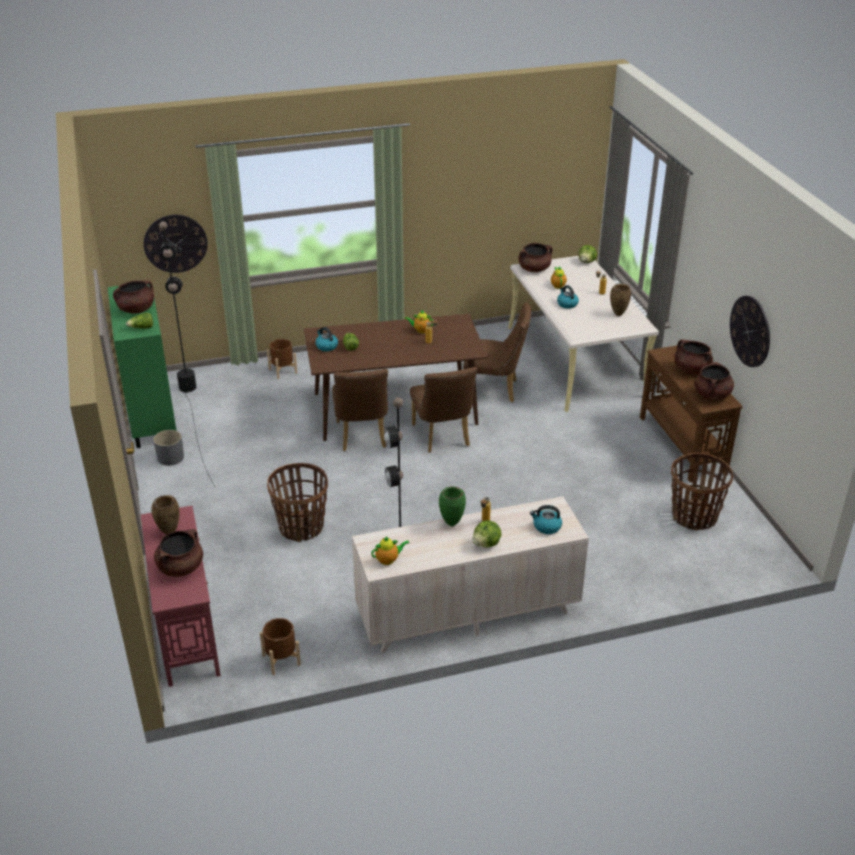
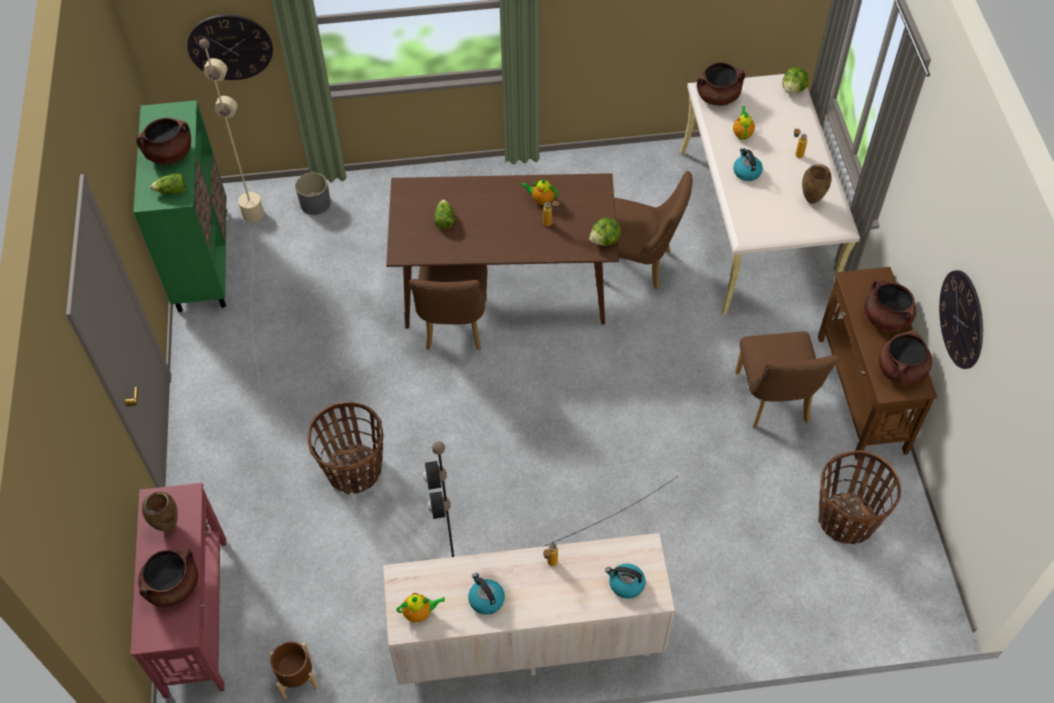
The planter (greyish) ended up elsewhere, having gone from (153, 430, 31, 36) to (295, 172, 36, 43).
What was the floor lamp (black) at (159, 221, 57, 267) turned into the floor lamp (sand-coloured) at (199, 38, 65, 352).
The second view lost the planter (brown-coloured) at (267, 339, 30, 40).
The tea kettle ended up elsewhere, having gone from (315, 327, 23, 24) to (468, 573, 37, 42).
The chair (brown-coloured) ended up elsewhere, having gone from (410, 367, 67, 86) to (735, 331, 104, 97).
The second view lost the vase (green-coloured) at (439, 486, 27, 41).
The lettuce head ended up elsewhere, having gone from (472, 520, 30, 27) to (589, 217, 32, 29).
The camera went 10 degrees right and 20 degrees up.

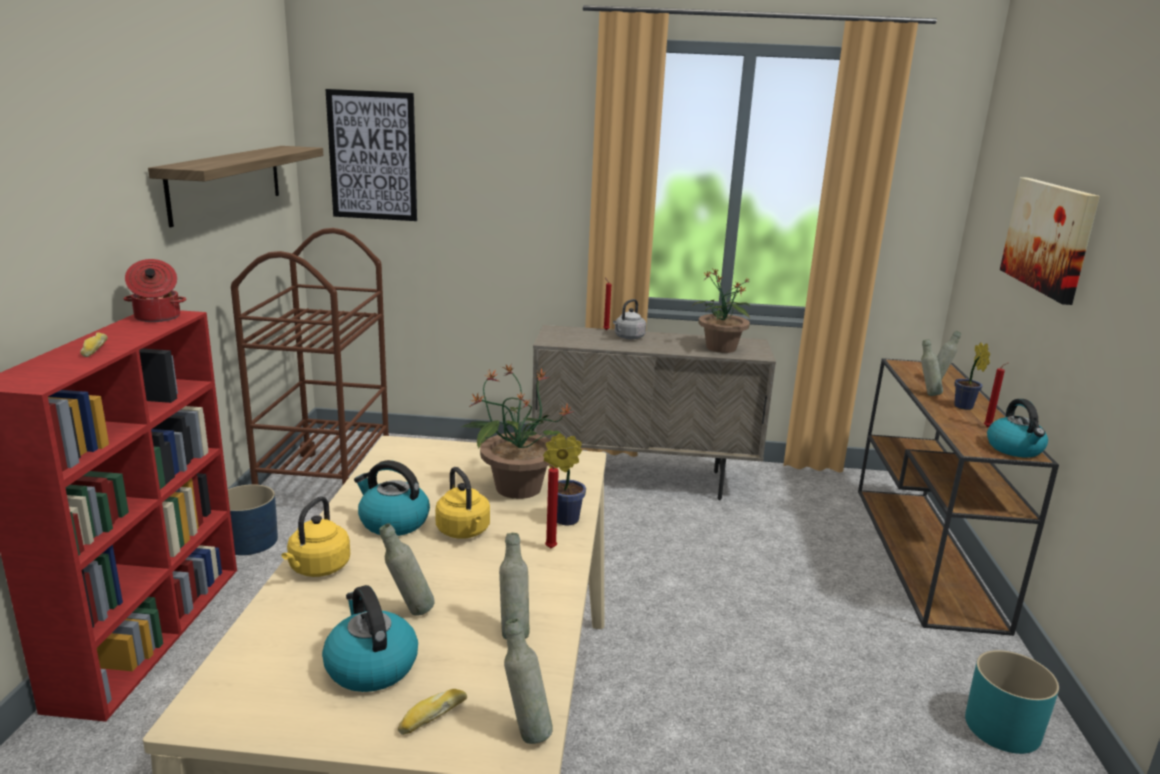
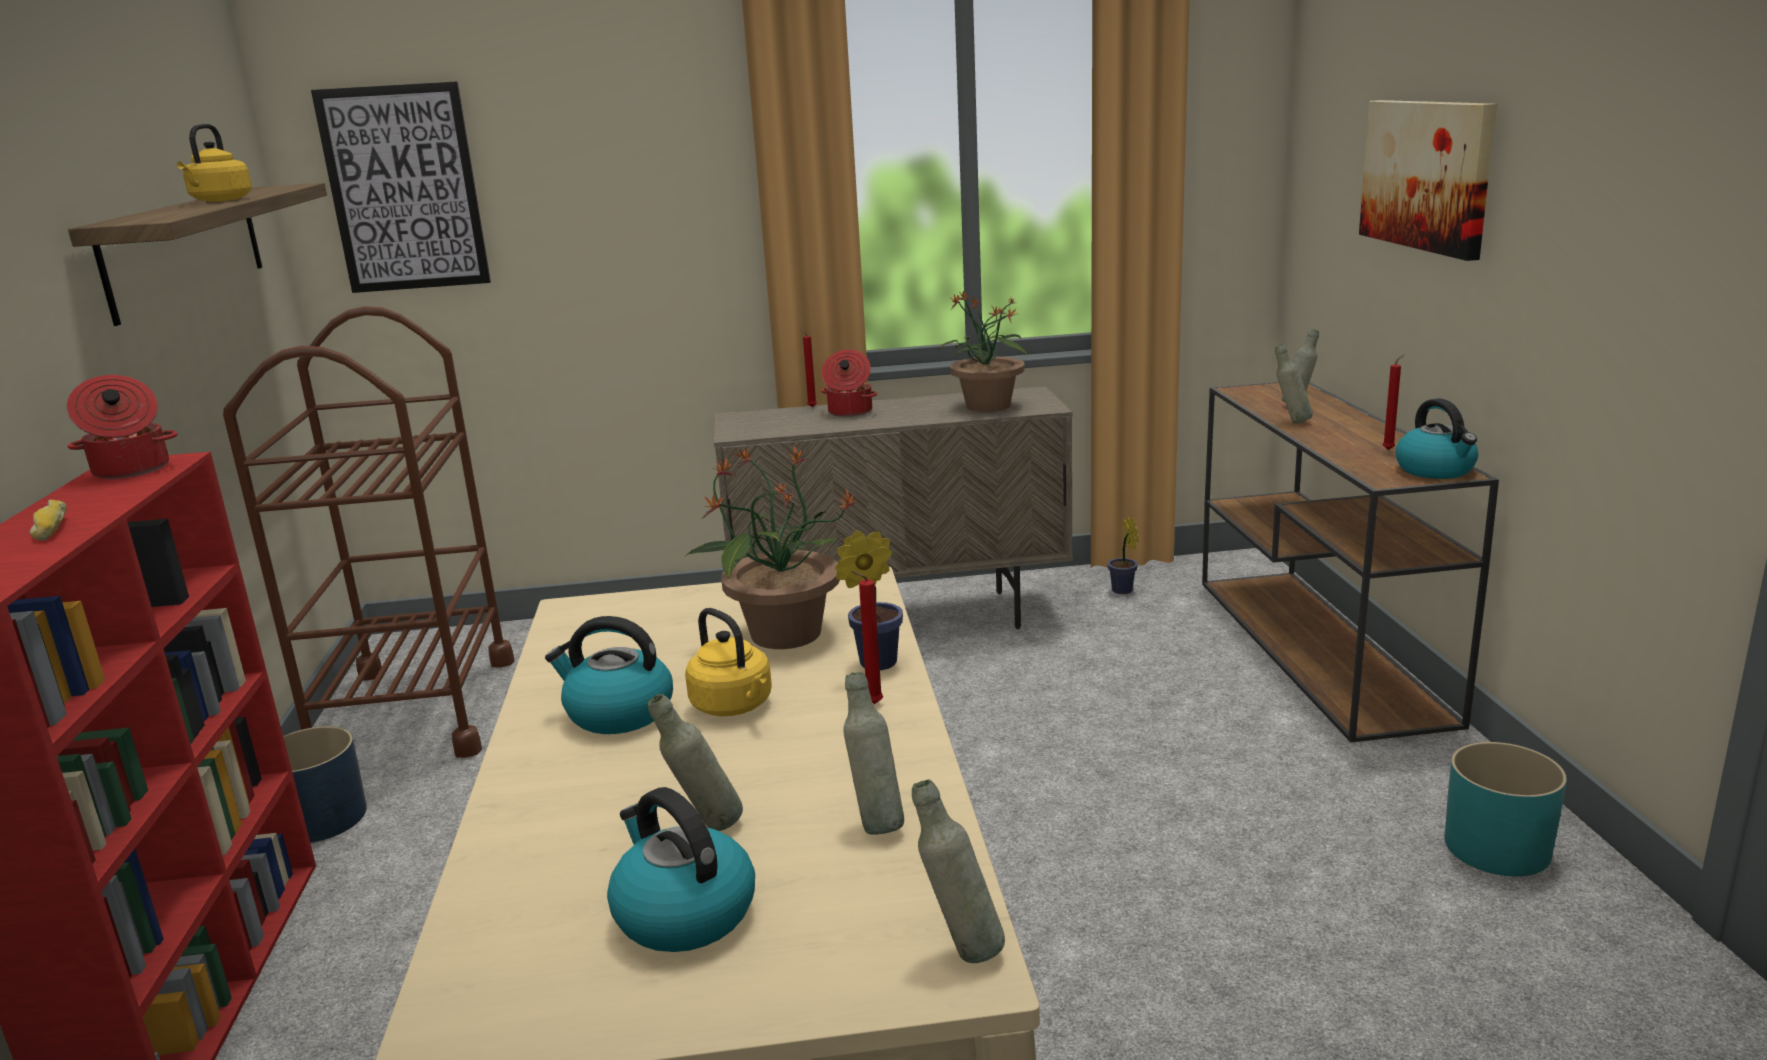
The tea kettle (yellowish) ended up elsewhere, having gone from (282, 496, 68, 81) to (177, 124, 75, 78).
The second view lost the bakery bread at (398, 689, 69, 46).
Where the tea kettle (greyish) stood at (613, 299, 33, 40), the saucepot came to stand at (821, 350, 56, 67).
The houseplant ended up elsewhere, having gone from (954, 342, 36, 68) to (1108, 517, 31, 77).
The camera went 10 degrees left and 0 degrees up.

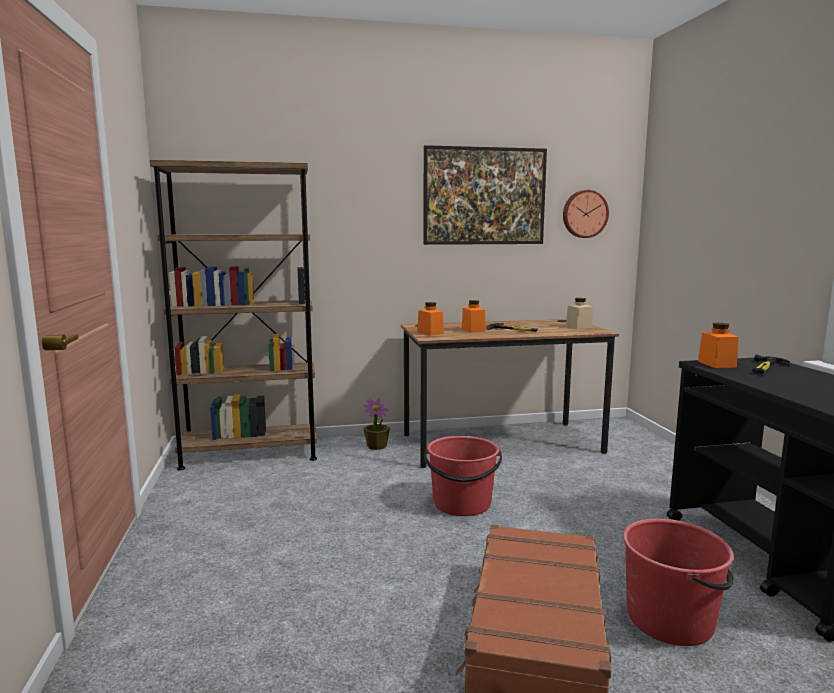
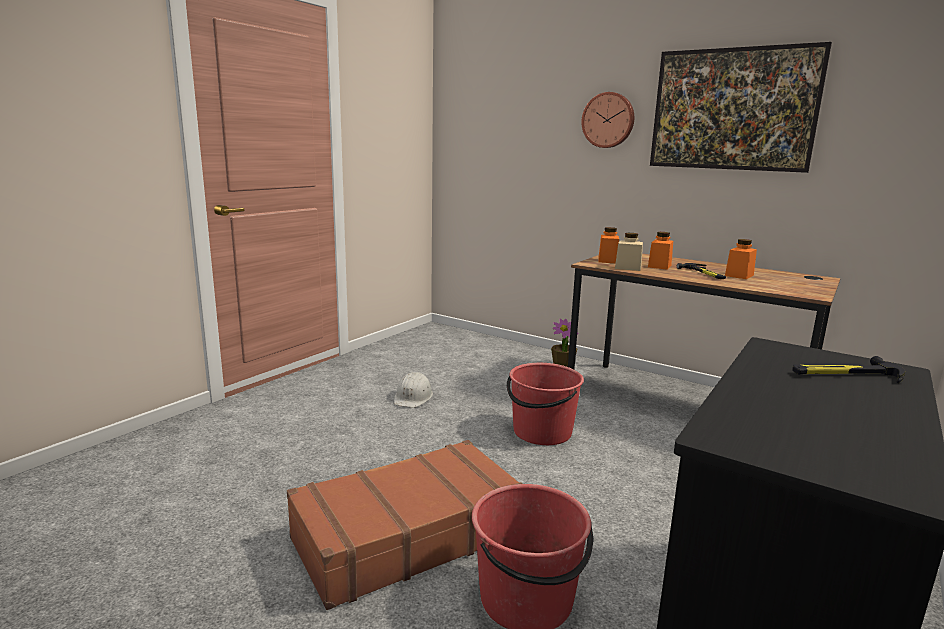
The second view lost the bookshelf (brown-coloured) at (150, 160, 167, 310).
The hanging clock ended up elsewhere, having gone from (563, 190, 46, 48) to (581, 92, 53, 56).
The storage jar (sand-coloured) ended up elsewhere, having gone from (566, 298, 27, 31) to (615, 233, 28, 38).
The storage jar (orange) ended up elsewhere, having gone from (698, 323, 40, 45) to (725, 239, 32, 40).
The second view gained the work helmet (white-coloured) at (394, 372, 39, 36).
The camera went 45 degrees right and 5 degrees up.

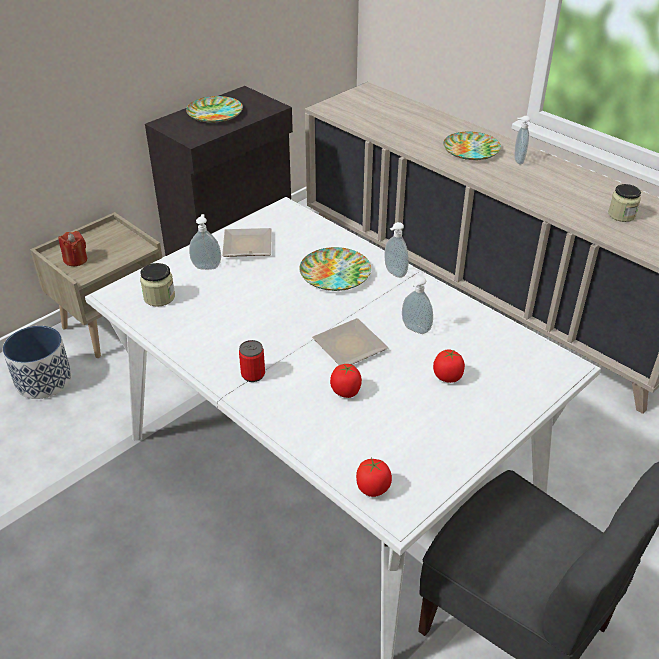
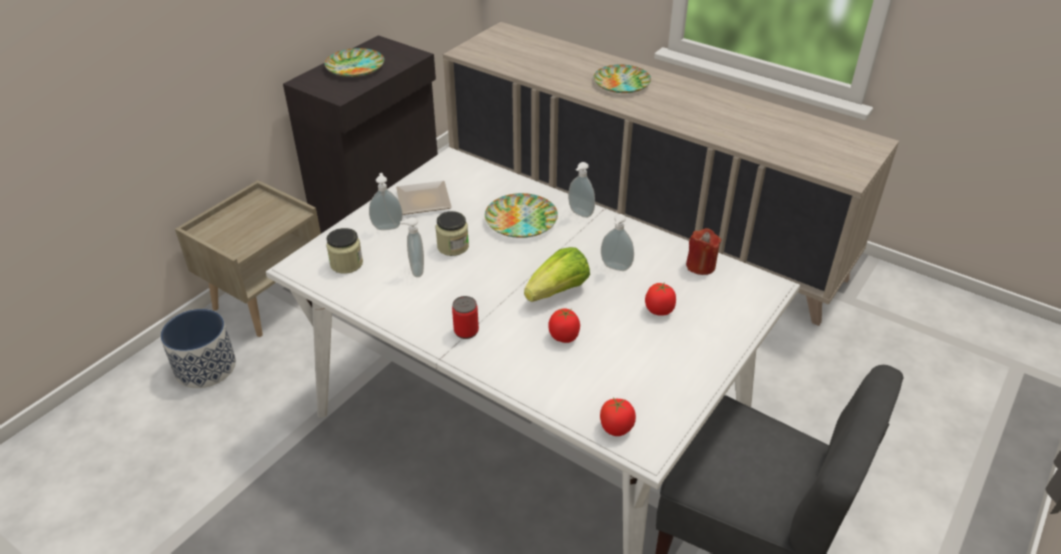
The wax light (red-coloured) ended up elsewhere, having gone from (59, 231, 28, 35) to (686, 228, 35, 47).
Where the dinner plate stood at (312, 318, 77, 47), the lettuce head came to stand at (524, 247, 66, 55).
The soap dispenser ended up elsewhere, having gone from (514, 116, 16, 48) to (400, 217, 24, 60).
The storage jar ended up elsewhere, having gone from (608, 184, 33, 38) to (436, 211, 33, 45).
The camera went 10 degrees left and 0 degrees up.

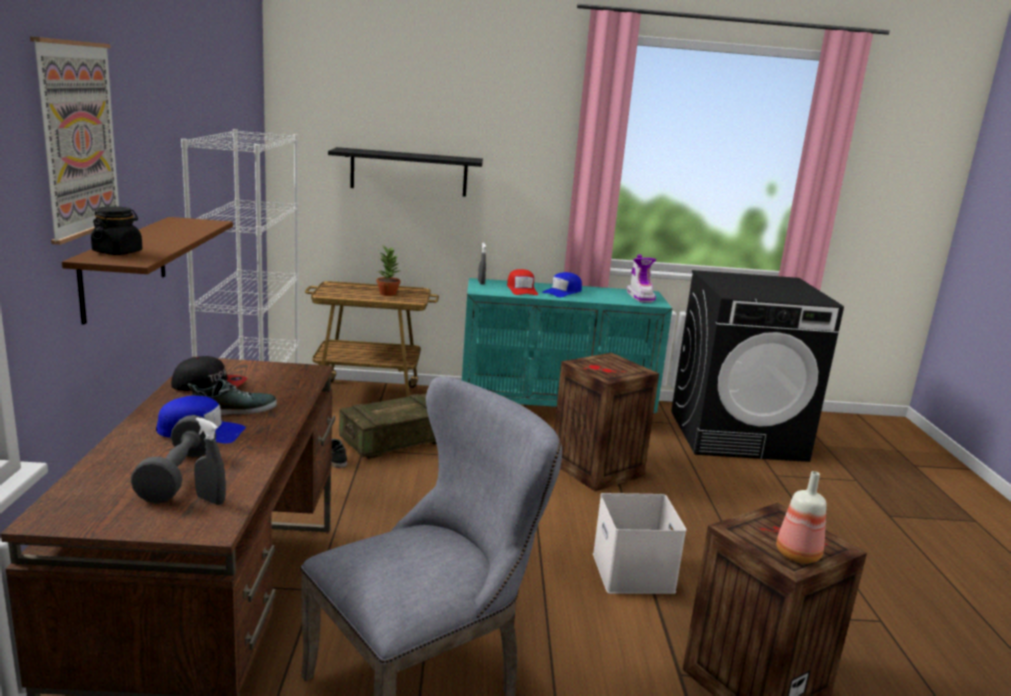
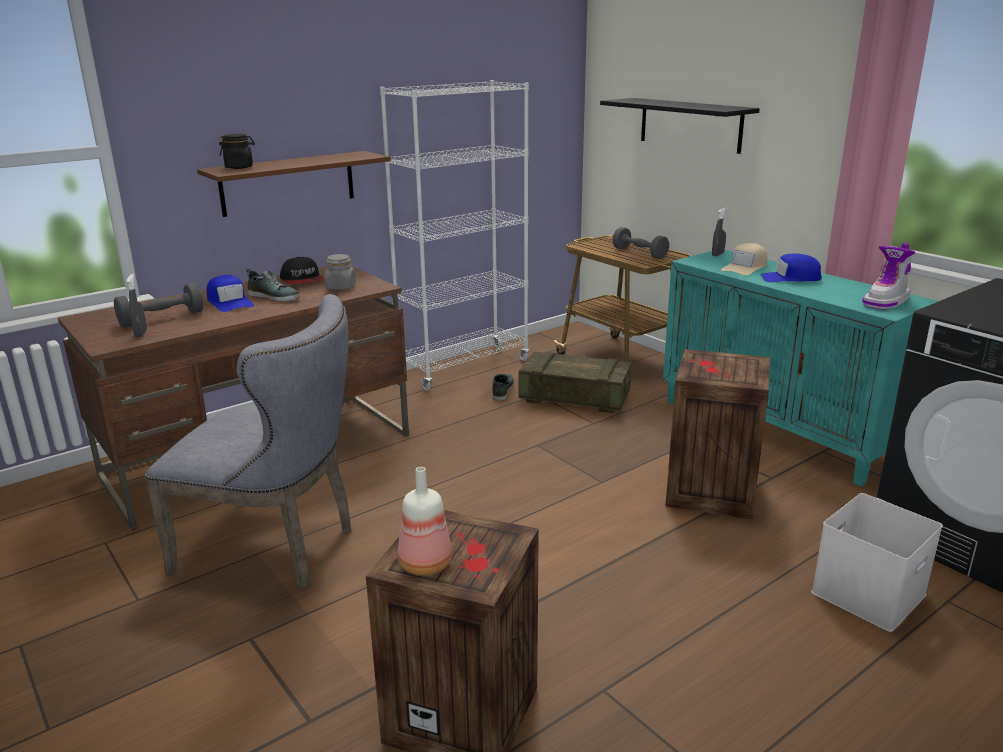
The second view lost the wall art at (30, 36, 89, 209).
Where the houseplant stood at (377, 246, 23, 50), the hand weight (greyish) came to stand at (612, 227, 57, 32).
What was the peaked cap (red-coloured) at (507, 269, 31, 26) turned into the peaked cap (sand-coloured) at (721, 243, 46, 32).
The storage box (white-coloured) ended up elsewhere, having gone from (593, 493, 94, 101) to (811, 493, 132, 139).
The second view gained the storage jar (greyish) at (324, 254, 32, 36).
The camera went 55 degrees right and 5 degrees up.

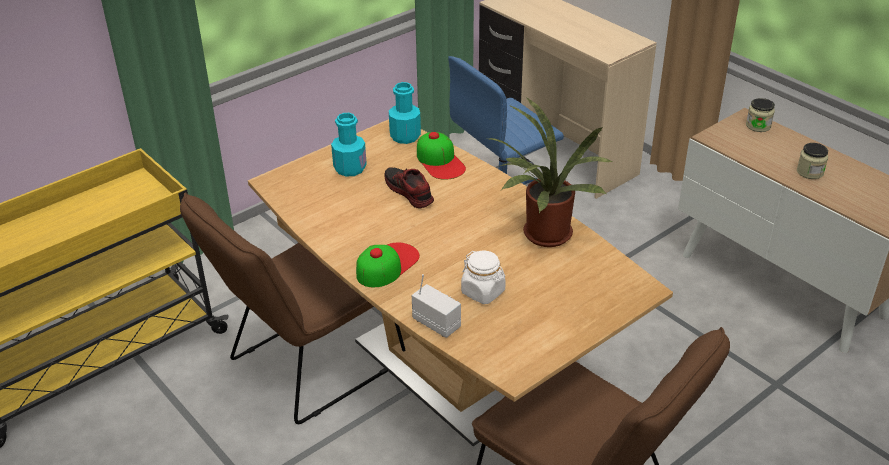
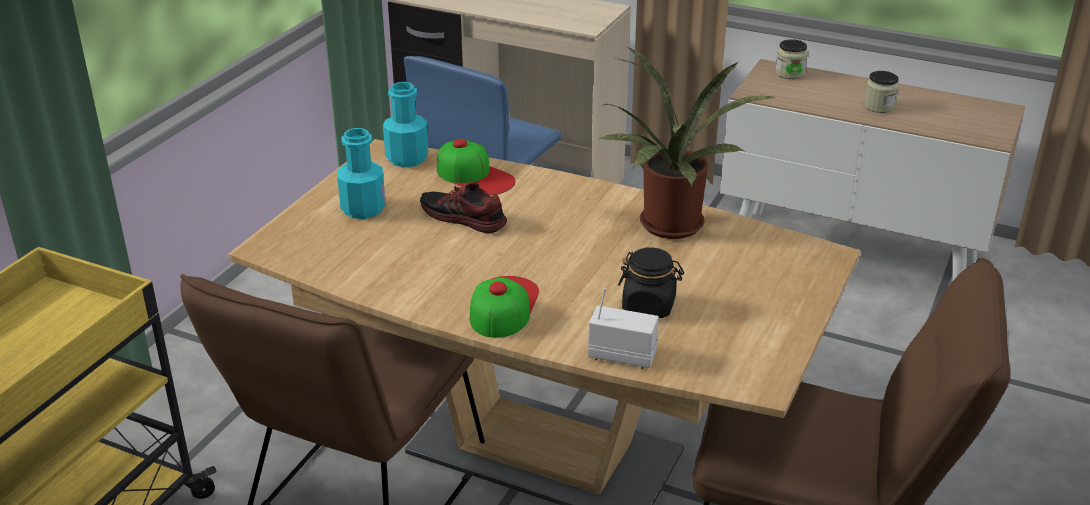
What was the storage jar (white-coloured) at (461, 251, 45, 53) turned into the storage jar (black) at (618, 247, 66, 71).
The camera went 25 degrees left and 5 degrees down.

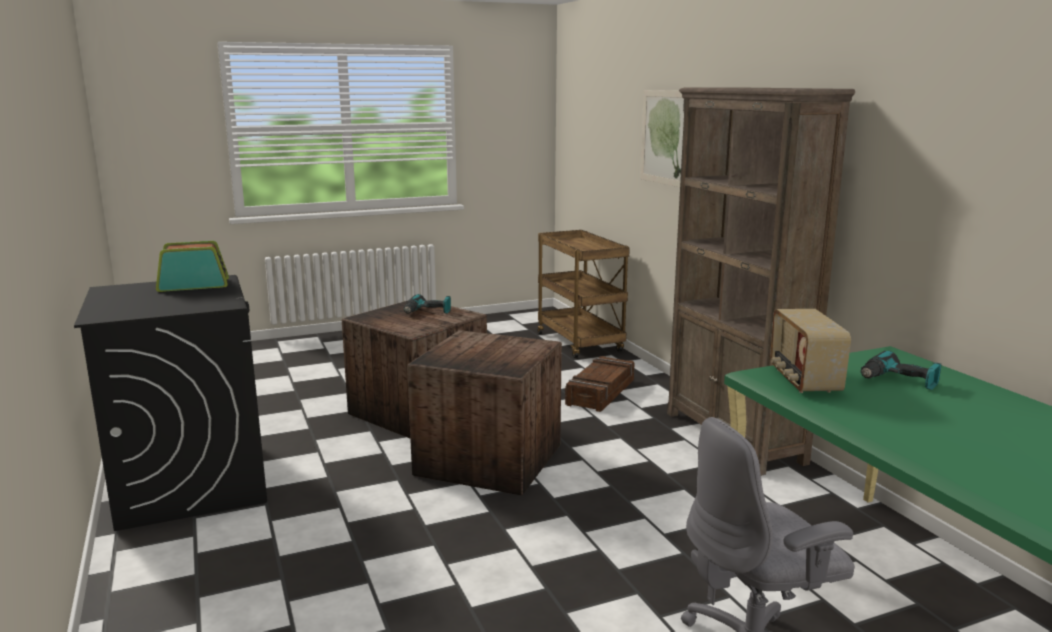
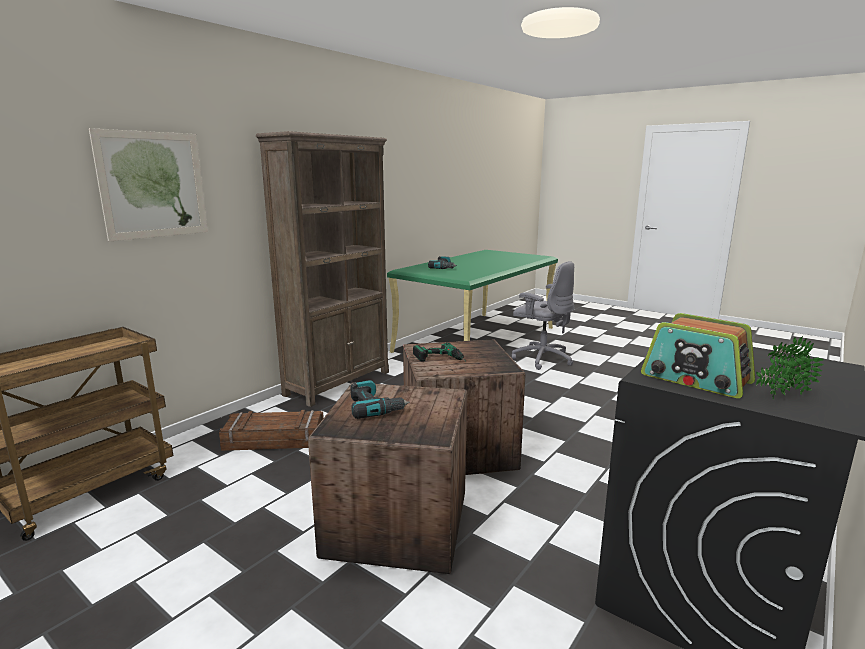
The second view lost the radio set at (770, 309, 81, 84).
The second view gained the electric drill at (413, 342, 52, 19).
The second view gained the houseplant at (756, 336, 67, 64).
The camera went 120 degrees left and 0 degrees up.

